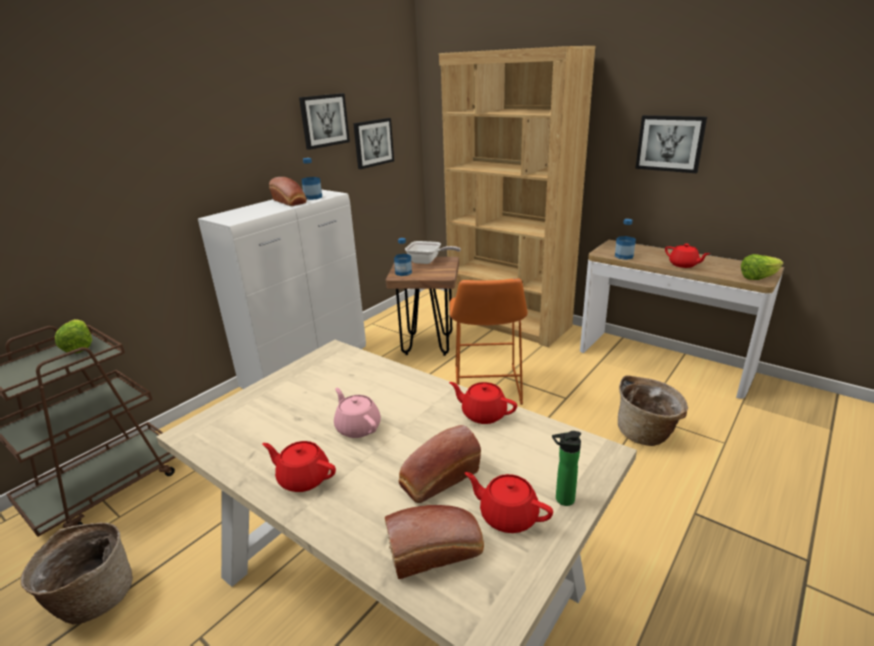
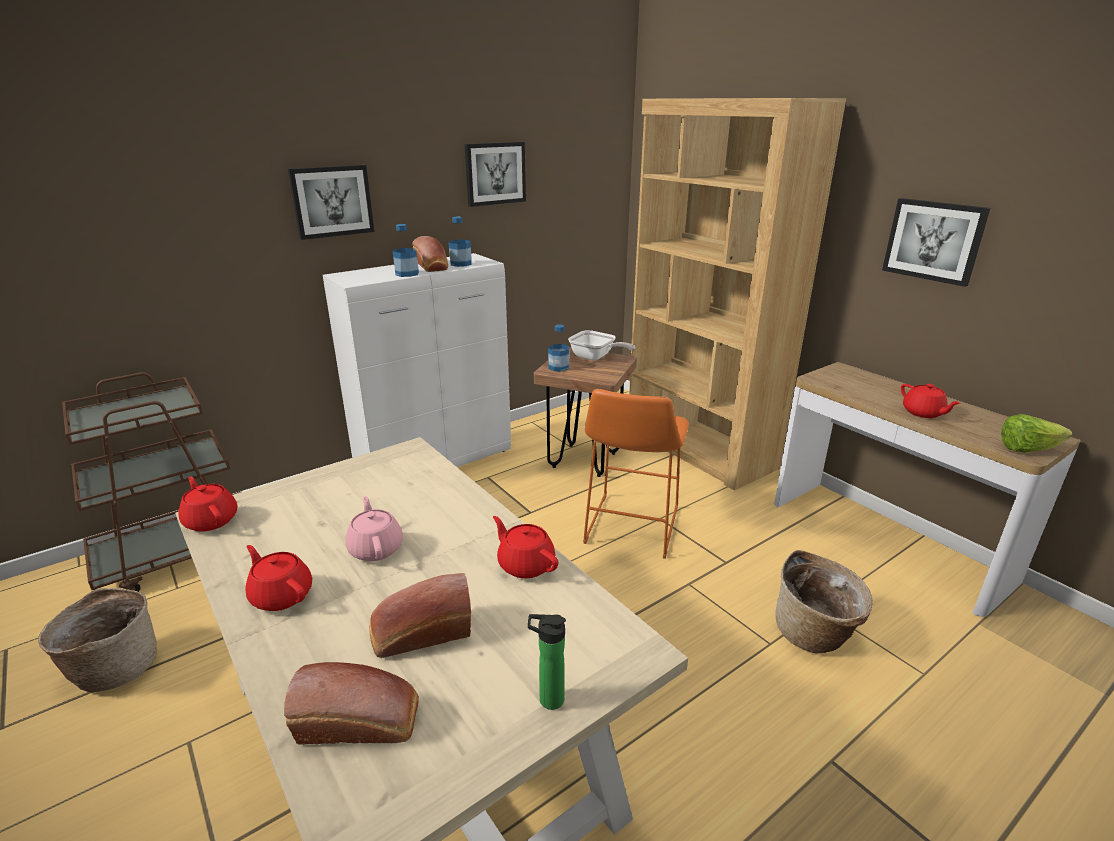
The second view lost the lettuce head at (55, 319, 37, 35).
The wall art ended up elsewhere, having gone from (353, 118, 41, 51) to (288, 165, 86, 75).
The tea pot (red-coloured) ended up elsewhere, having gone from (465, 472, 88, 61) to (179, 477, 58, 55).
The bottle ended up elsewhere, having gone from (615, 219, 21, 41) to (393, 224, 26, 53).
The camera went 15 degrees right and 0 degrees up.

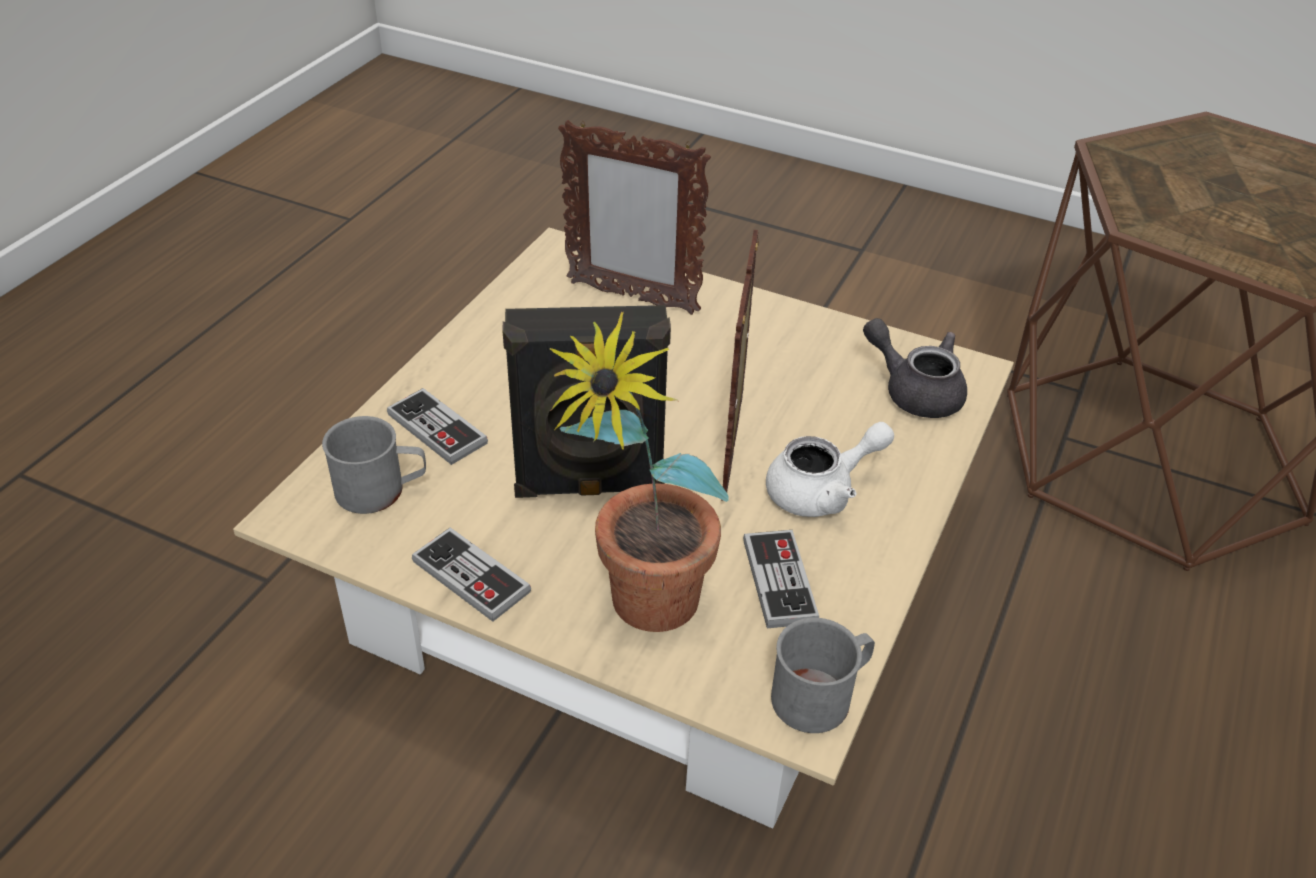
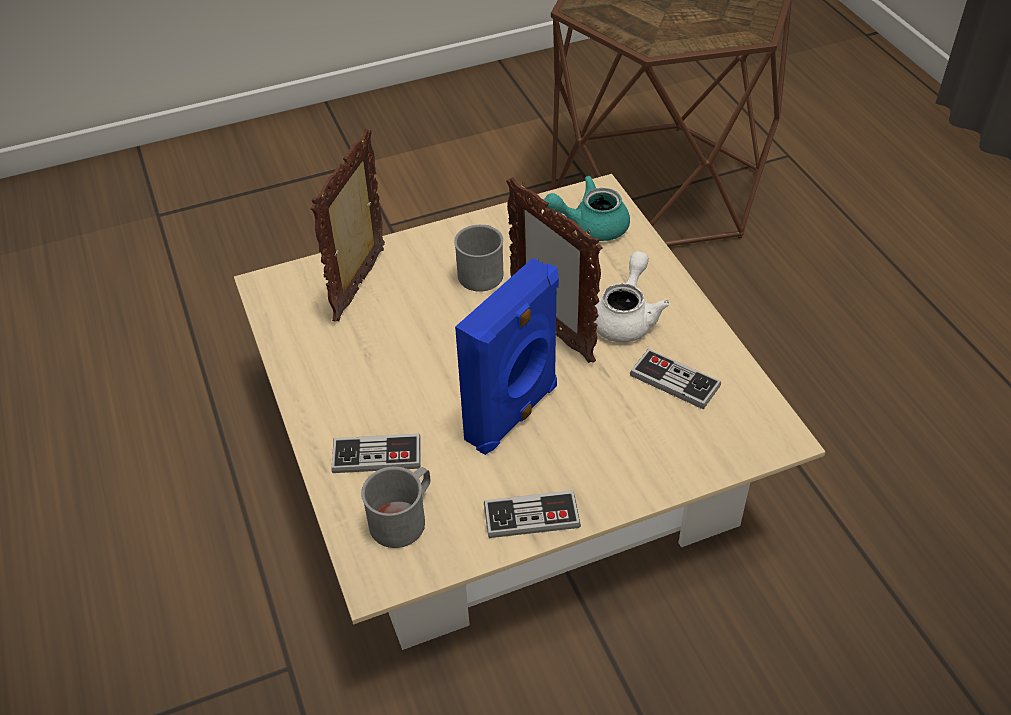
What was the speaker (black) at (502, 305, 169, 193) turned into the speaker (blue-coloured) at (455, 258, 104, 197).
The second view lost the houseplant at (549, 312, 180, 320).
The picture frame at (558, 120, 153, 195) ended up facing another way, 135 degrees clockwise from before.
The mug (greyish) ended up elsewhere, having gone from (771, 618, 104, 115) to (454, 225, 50, 67).
What was the tea pot (greyish) at (863, 318, 104, 100) turned into the tea pot (turquoise-coloured) at (544, 176, 86, 65).
The camera went 45 degrees left and 5 degrees up.

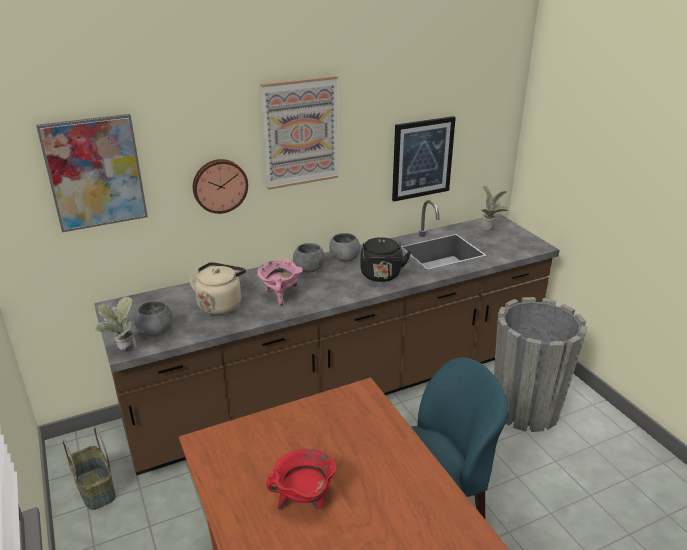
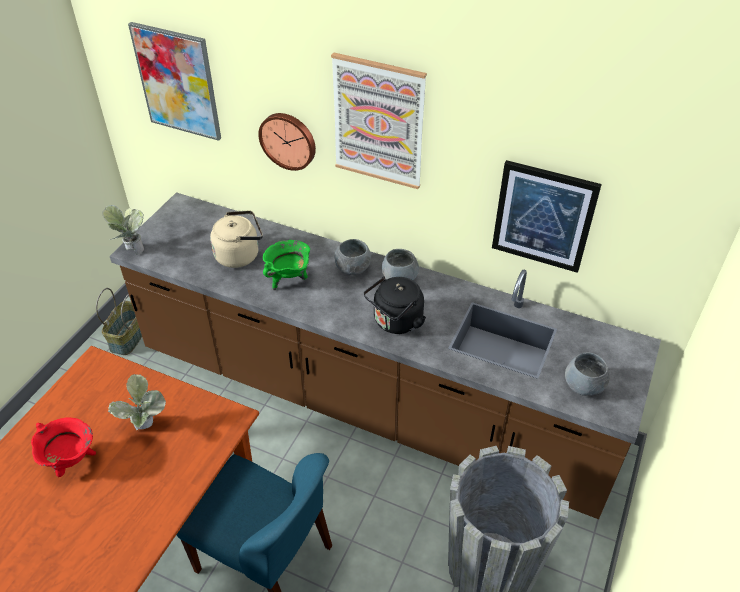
The deep dish (greyish) ended up elsewhere, having gone from (135, 300, 38, 37) to (565, 352, 45, 44).
What was the saucepot (pink-coloured) at (257, 259, 46, 47) turned into the saucepot (green-coloured) at (263, 240, 47, 50).
The houseplant ended up elsewhere, having gone from (480, 186, 28, 44) to (108, 374, 58, 57).
The camera went 50 degrees right and 15 degrees up.

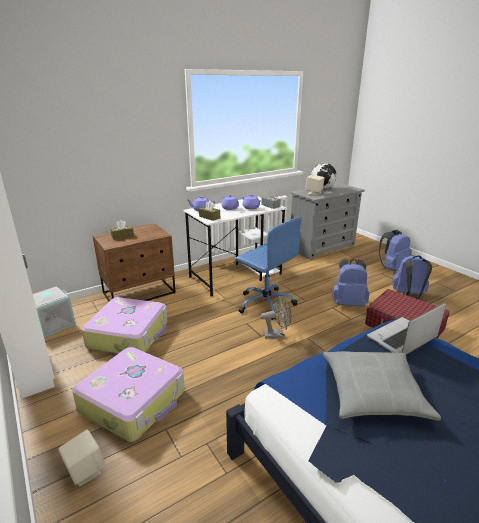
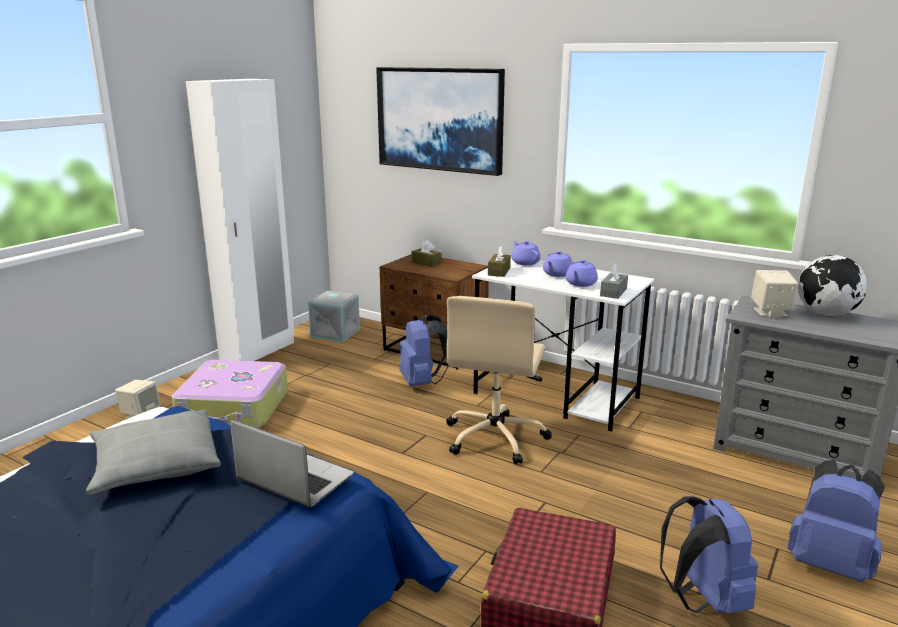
The second view lost the piece of luggage at (82, 297, 85, 57).
What was the computer chair (blue-coloured) at (235, 217, 67, 103) turned into the computer chair (sand-coloured) at (446, 296, 106, 168).
The second view lost the electric fan (greyish) at (260, 296, 32, 42).
The backpack (blue-coloured) ended up elsewhere, having gone from (332, 259, 37, 47) to (399, 314, 50, 72).
The second view gained the wall art at (376, 67, 129, 109).
The camera went 65 degrees right and 5 degrees down.

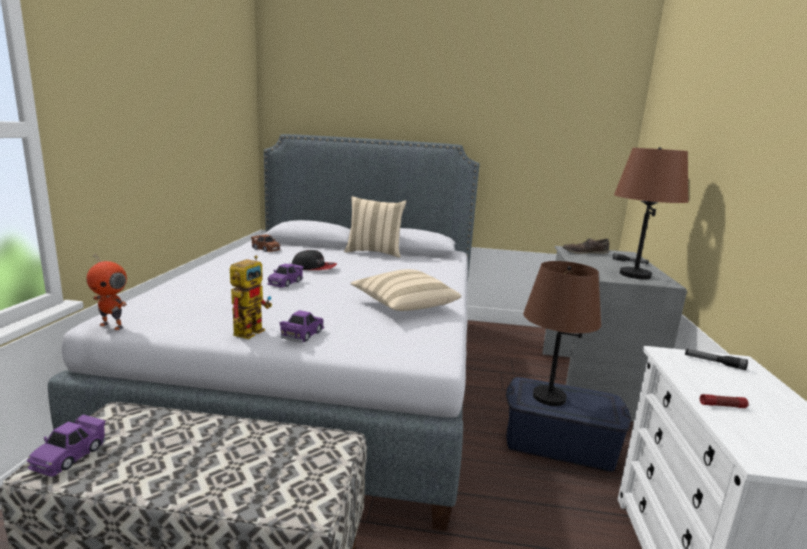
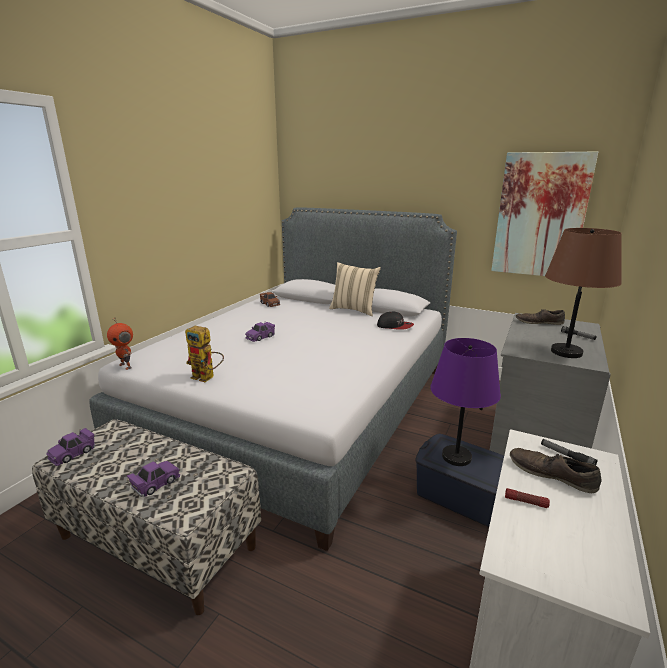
The toy robot at (230, 255, 42, 84) ended up facing another way, 75 degrees clockwise from before.
The model car (purple) ended up elsewhere, having gone from (279, 310, 45, 32) to (127, 461, 53, 36).
The peaked cap ended up elsewhere, having gone from (292, 250, 45, 20) to (377, 312, 37, 18).
The second view lost the pillow (sand-coloured) at (350, 269, 111, 42).
What was the tabletop lamp (brown-coloured) at (523, 261, 78, 145) turned into the tabletop lamp (purple) at (430, 338, 71, 128).
The second view gained the wall art at (491, 151, 107, 125).
The second view gained the low shoe (brown-coloured) at (510, 448, 91, 45).
The camera went 20 degrees right and 5 degrees up.

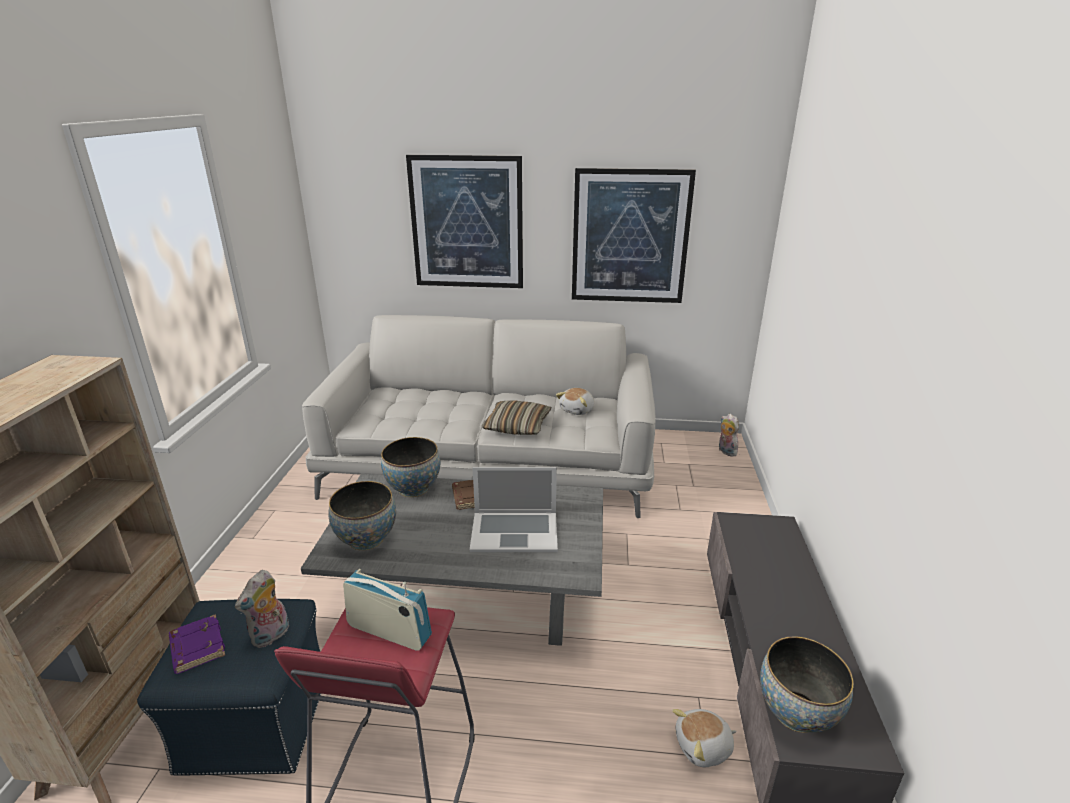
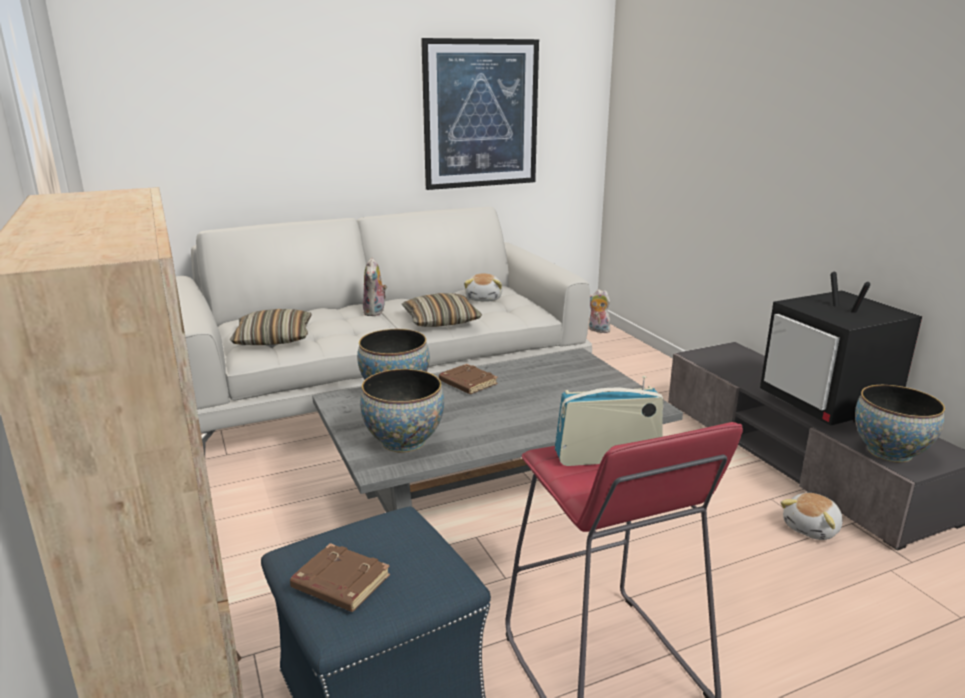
What was the book (purple) at (169, 614, 56, 60) turned into the book (brown-coloured) at (290, 543, 100, 69).
The soft toy ended up elsewhere, having gone from (235, 570, 54, 78) to (363, 257, 24, 59).
The second view lost the wall art at (406, 155, 117, 133).
The second view lost the notebook computer at (470, 467, 88, 85).
The second view gained the pillow at (230, 309, 82, 36).
The second view gained the TV at (760, 272, 162, 154).
The camera went 30 degrees left and 5 degrees down.

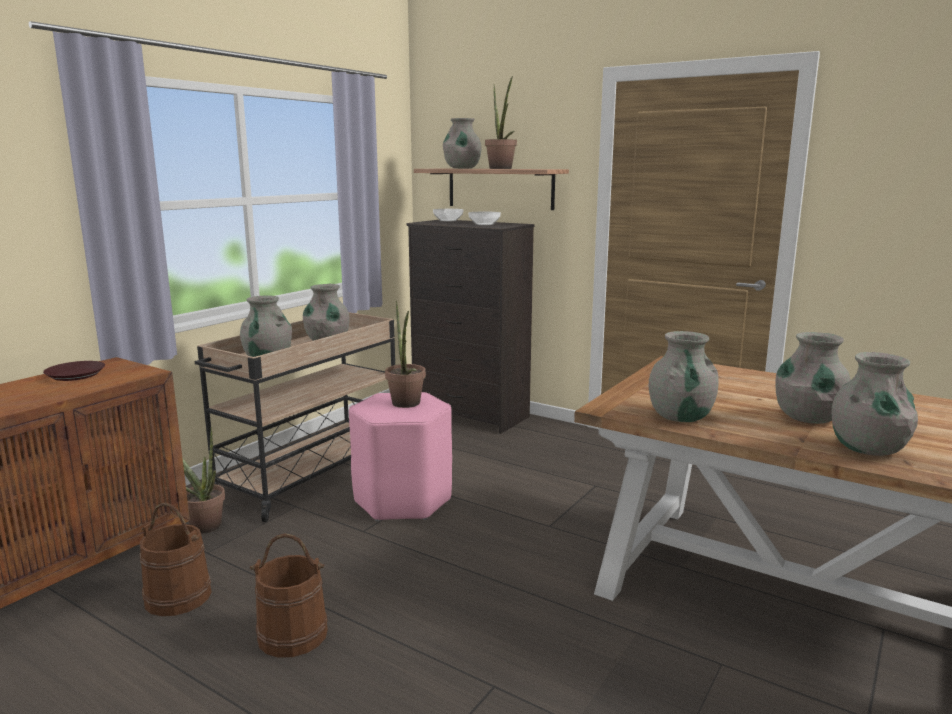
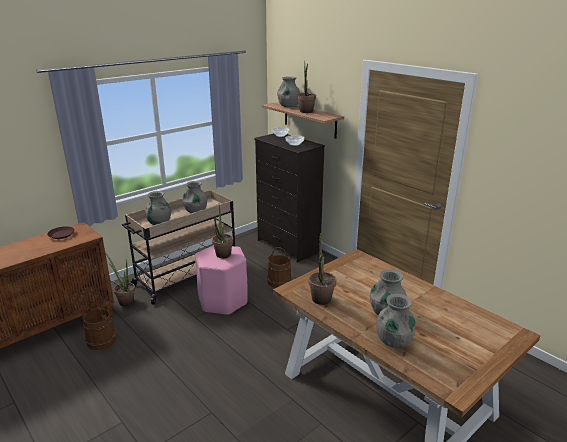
The bucket (brown-coloured) ended up elsewhere, having gone from (250, 533, 78, 125) to (267, 247, 25, 41).
Where the vase (greyish) stood at (649, 331, 70, 91), the houseplant came to stand at (308, 233, 28, 72).
The camera went 15 degrees right and 10 degrees up.

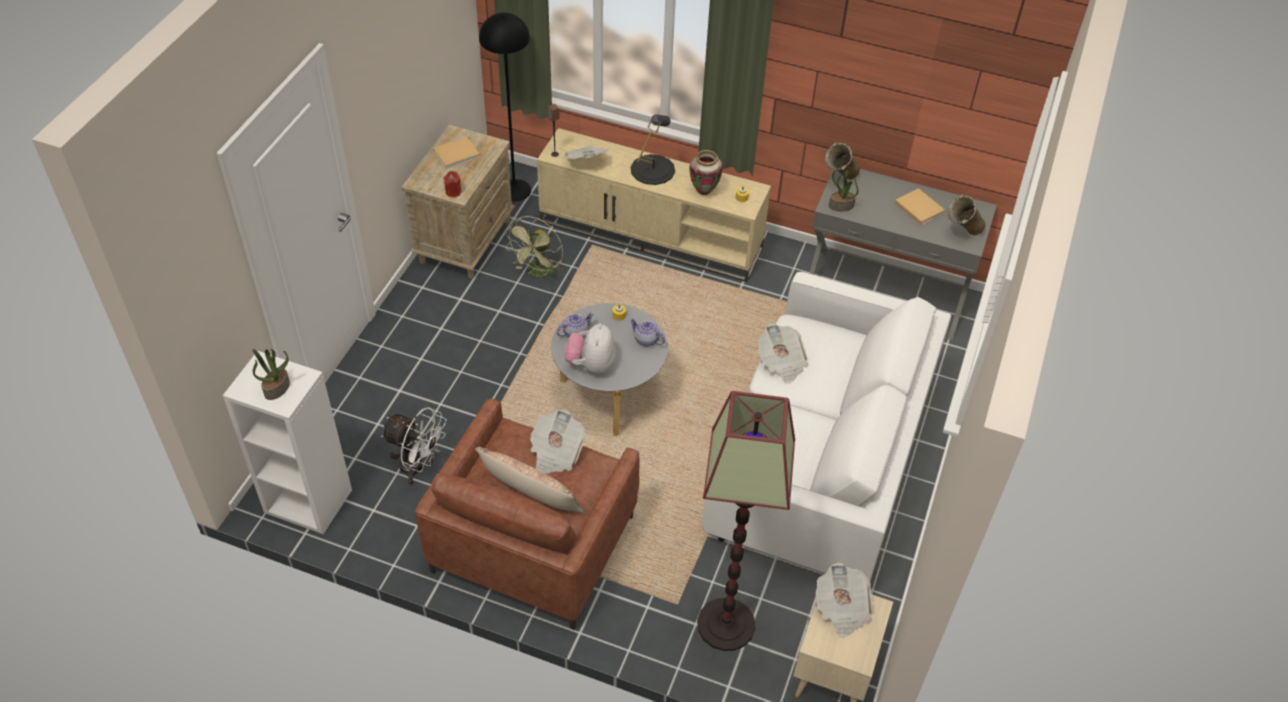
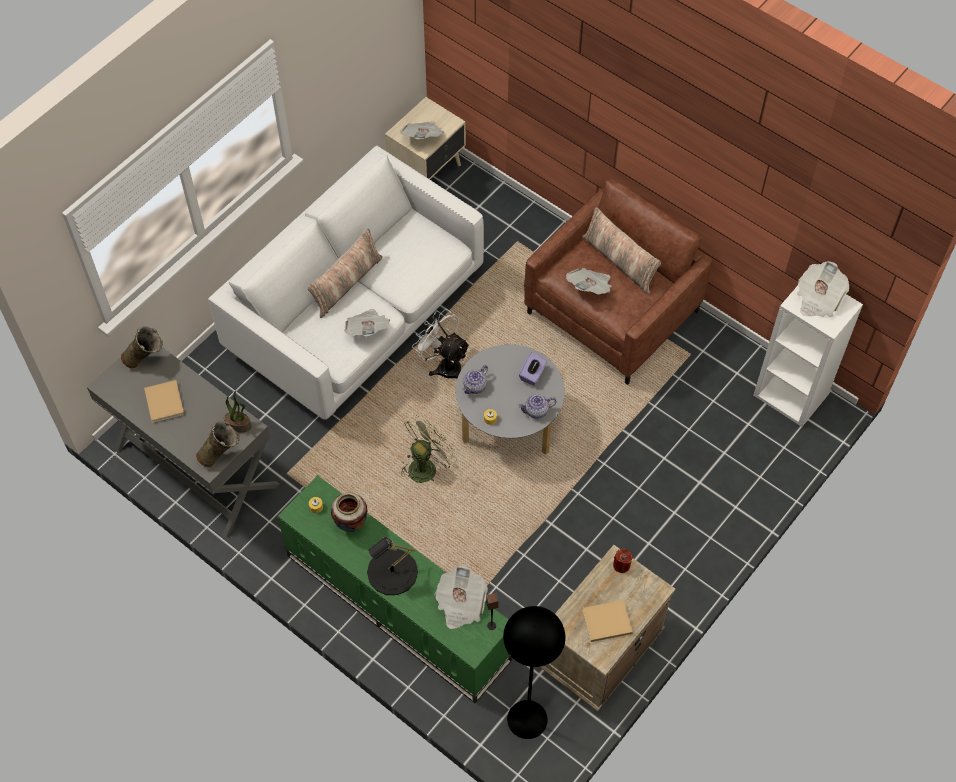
Where the houseplant stood at (252, 349, 38, 51), the newspaper came to stand at (797, 261, 52, 56).
The electric fan (white-coloured) ended up elsewhere, having gone from (381, 407, 66, 78) to (412, 309, 58, 69).
The electric fan (green-coloured) ended up elsewhere, having gone from (505, 216, 59, 63) to (401, 415, 57, 68).
What was the tv stand (sand-coloured) at (537, 128, 234, 154) turned into the tv stand (green-coloured) at (278, 475, 234, 228).
Where the soft toy stood at (565, 323, 51, 50), the box of tissues (purple) came to stand at (519, 352, 28, 34).
The tea pot at (630, 318, 35, 28) ended up facing another way, 75 degrees clockwise from before.
The second view lost the floor lamp at (697, 391, 98, 260).
The second view gained the pillow at (307, 229, 75, 89).
The camera went 160 degrees left and 10 degrees up.

